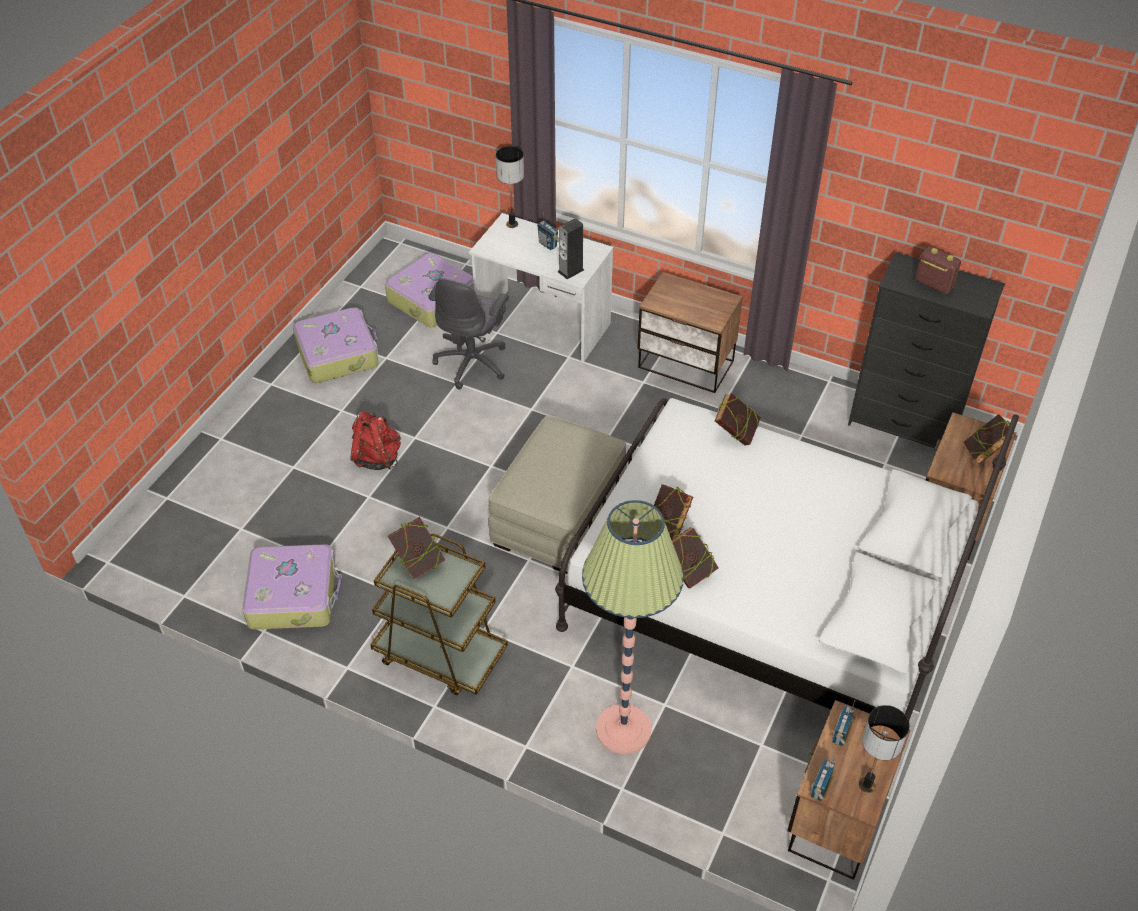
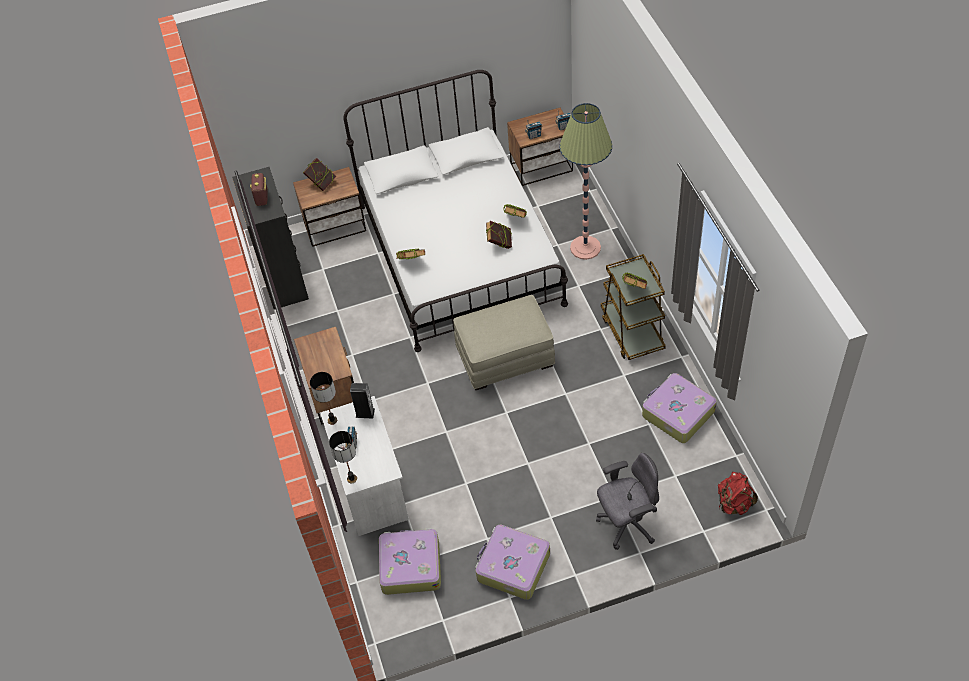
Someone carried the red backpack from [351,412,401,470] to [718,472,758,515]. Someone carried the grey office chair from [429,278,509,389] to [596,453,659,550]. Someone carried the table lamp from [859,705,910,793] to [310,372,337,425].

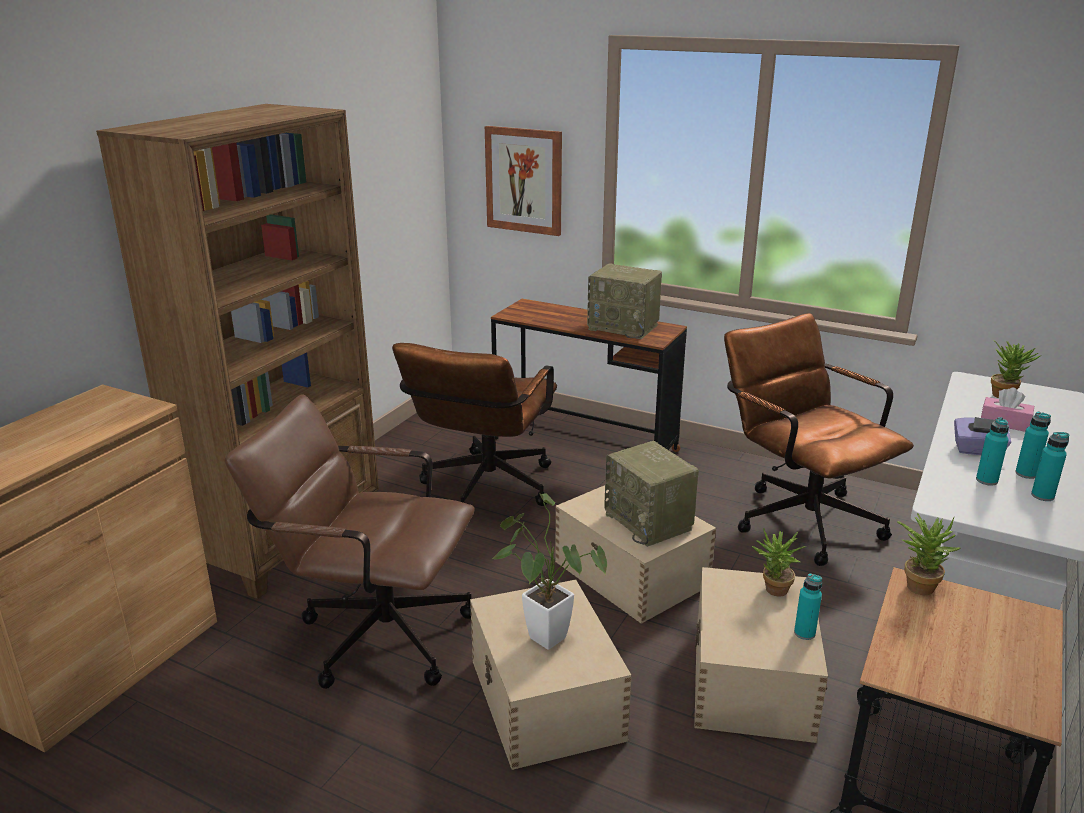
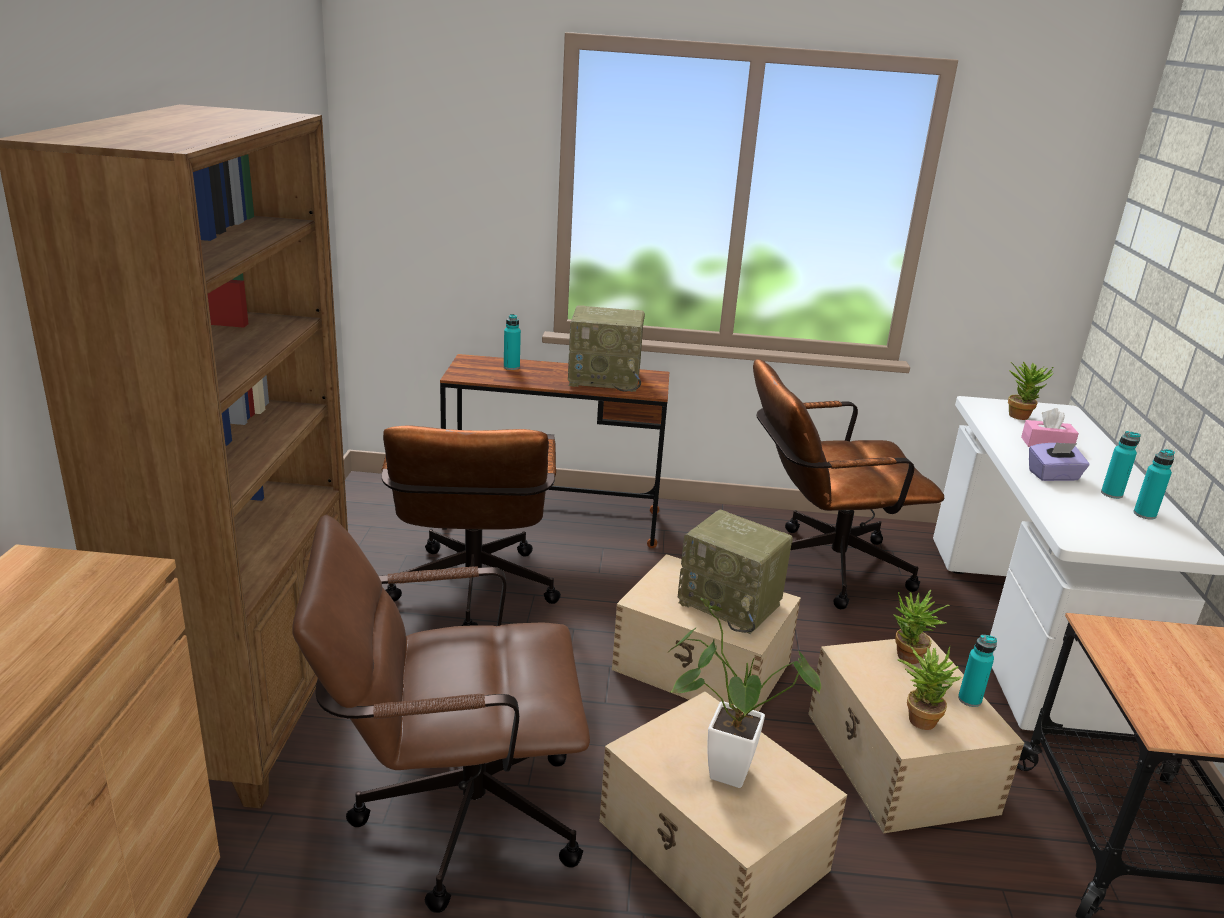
Someone took away the picture at [485,126,562,236]. Someone carried the potted plant from [897,513,960,595] to [897,645,962,730]. Someone carried the turquoise bottle from [976,417,1009,486] to [504,314,521,370]. Someone rotated the brown office chair at [724,313,914,566] by 45 degrees counterclockwise.

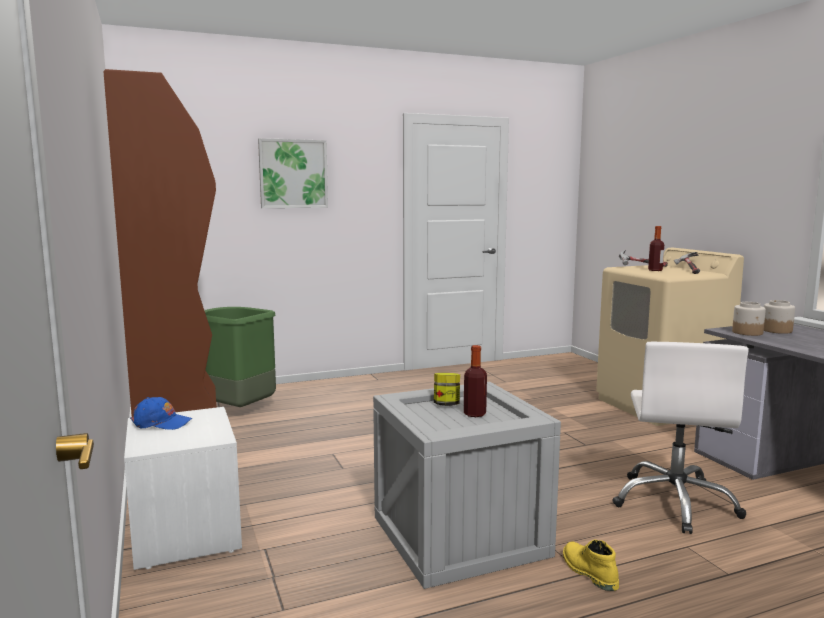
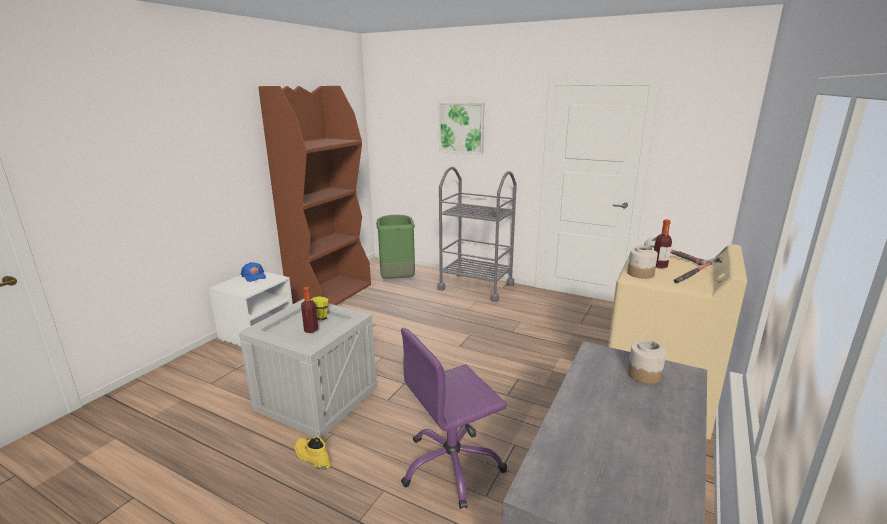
Someone put down the grey cart at [437,167,517,302]. Someone carried the jar from [732,302,766,336] to [627,245,658,279]. Someone repainted the white office chair at [613,342,749,534], which became the purple office chair at [401,328,507,509]. Someone rotated the yellow boot at [563,540,619,591] by 75 degrees counterclockwise.

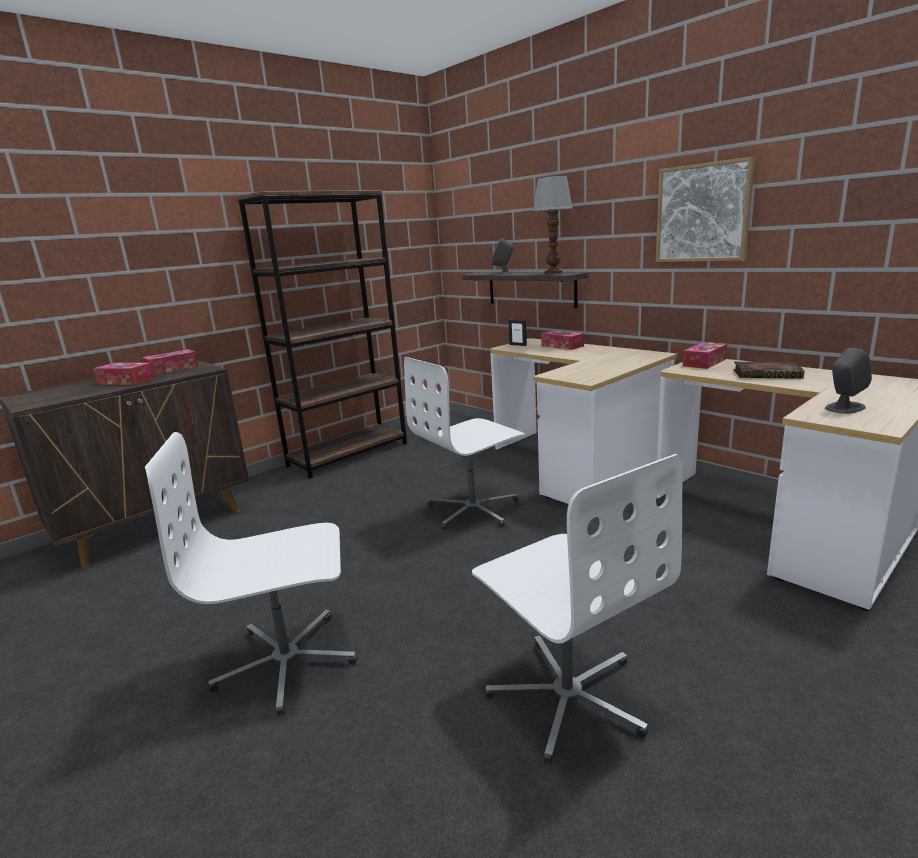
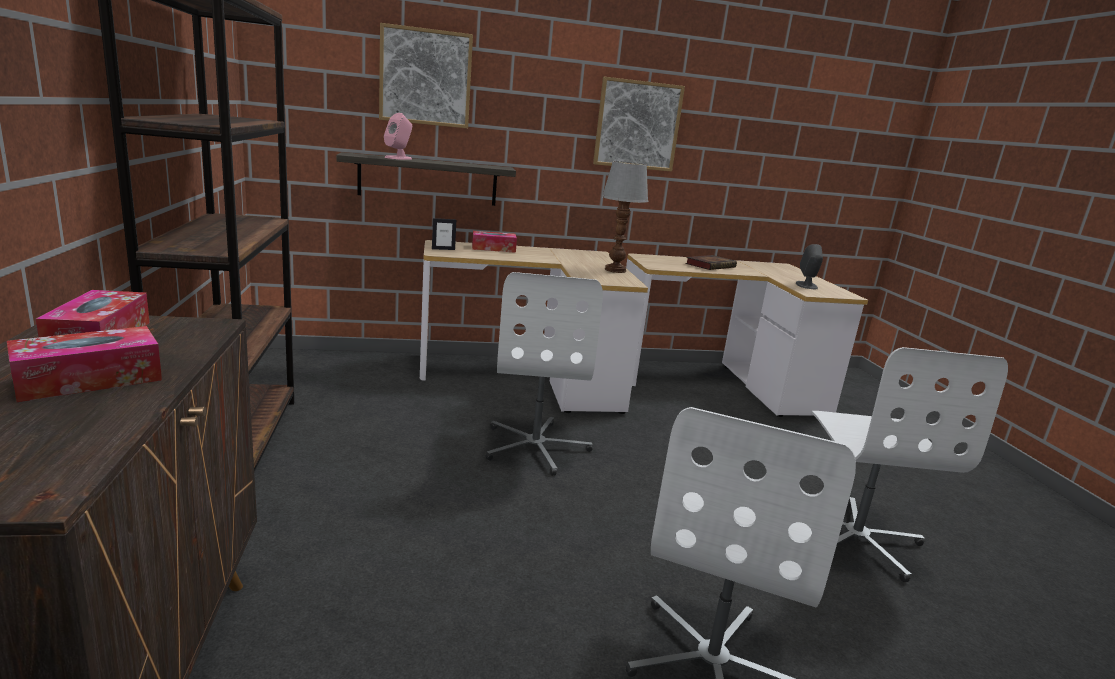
Someone took away the tissue box at [683,342,727,369]. Someone put up the picture at [379,23,473,128]. Someone carried the table lamp from [533,176,573,275] to [602,161,649,273]. Someone repainted the grey speaker at [492,238,514,275], which became the pink speaker at [384,113,412,160]. Someone rotated the white office chair at [472,454,682,763] by 90 degrees clockwise.

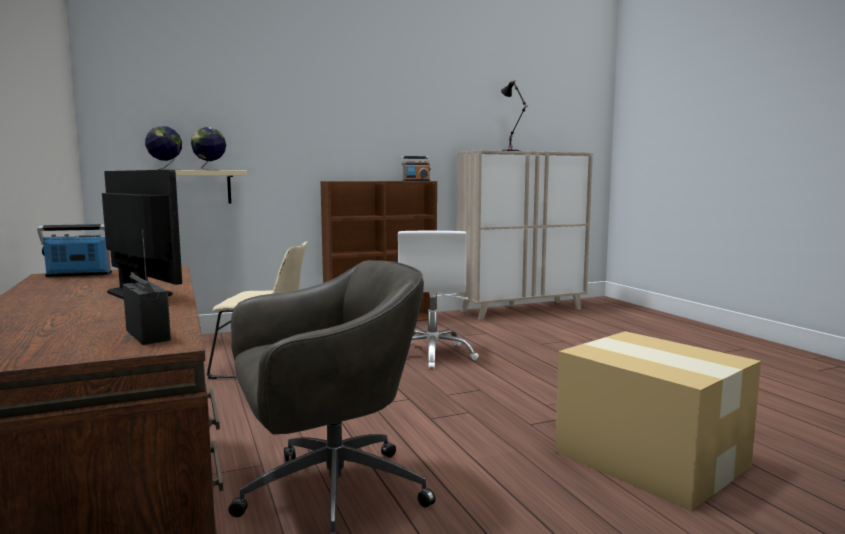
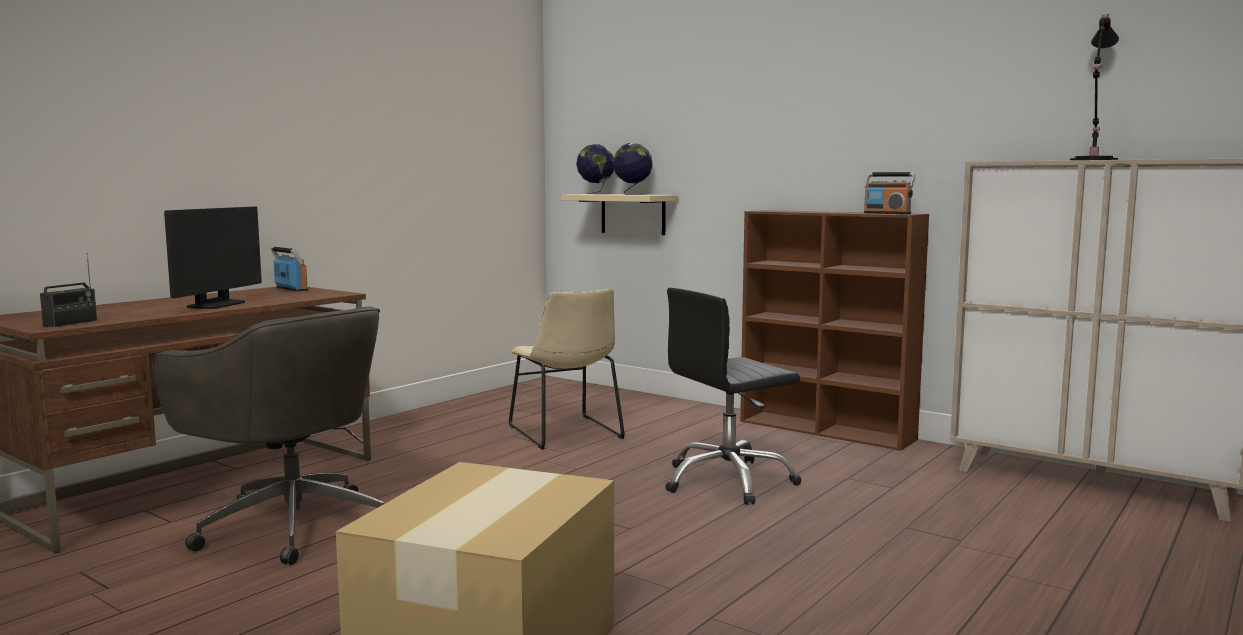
Someone repainted the white office chair at [398,231,479,369], which became the black office chair at [665,288,801,505].

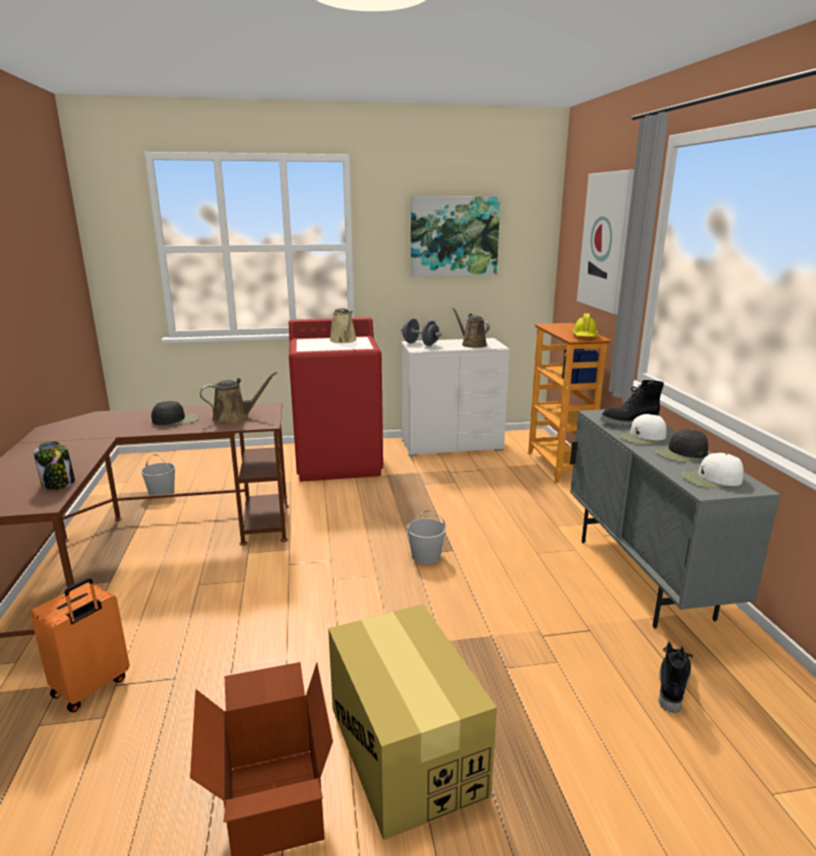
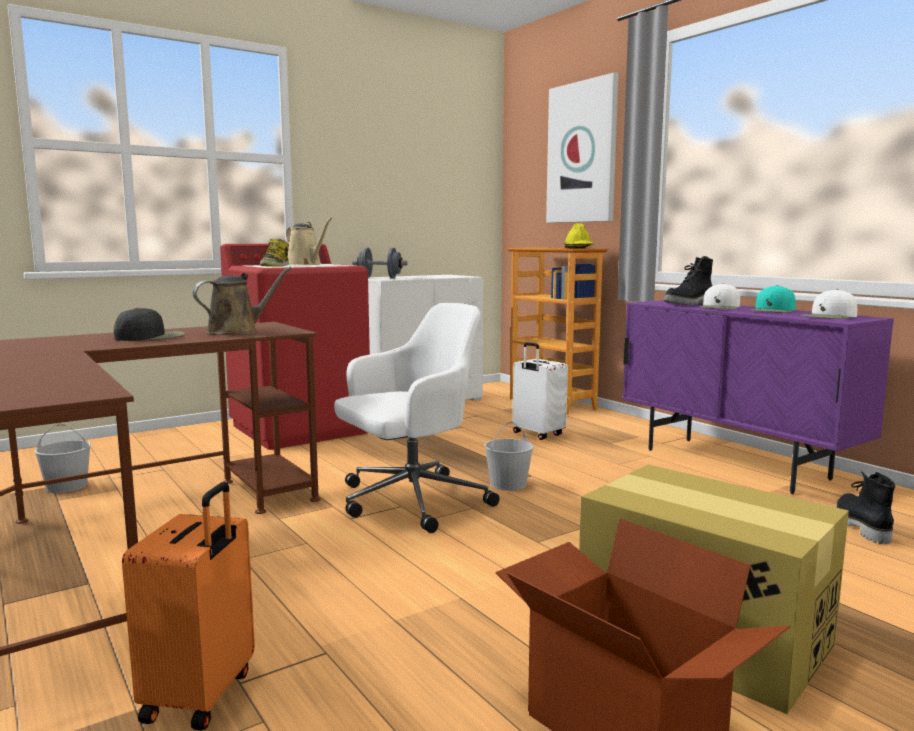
Someone took away the jar at [34,441,75,490]. Someone took away the picture at [411,196,500,277]. Someone took away the brown watering can at [452,308,490,348]. Someone put down the boot at [260,239,289,267]. Someone put down the white office chair at [334,303,500,533]. Someone put down the white suitcase at [513,342,568,440]. Someone repainted the grey cabinet at [570,409,781,629], which became the purple cabinet at [622,300,894,494]. Someone repainted the black cap at [655,429,708,462], which became the turquoise cap at [749,285,796,313].

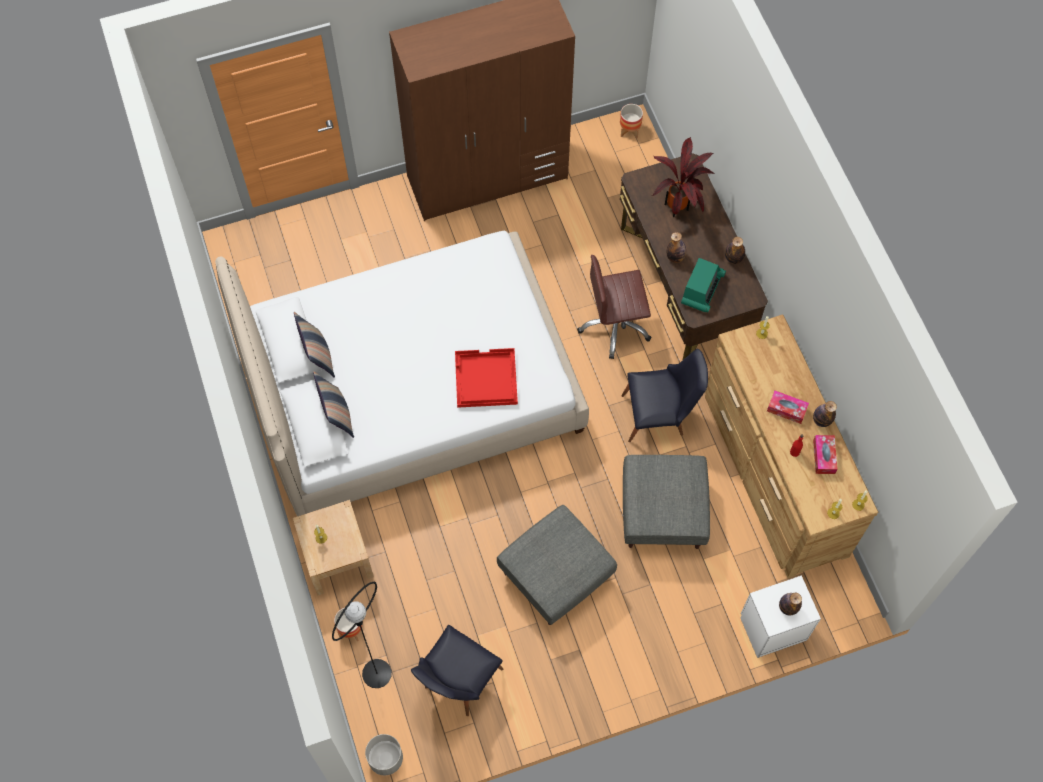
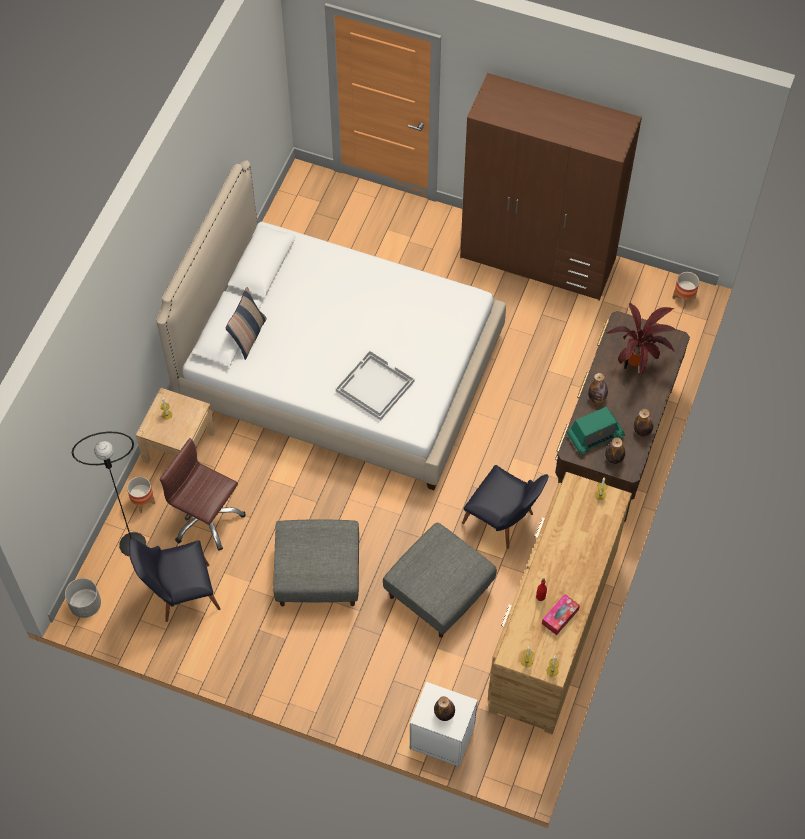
Someone took away the pillow at [294,312,335,378]. Someone took away the tissue box at [767,391,809,424]. Someone carried the brown office chair from [577,255,652,359] to [160,438,246,551]. Someone carried the bottle from [813,401,837,427] to [605,437,625,464]. Someone repainted the red tray at [455,348,518,408], which became the white tray at [336,351,414,420].

